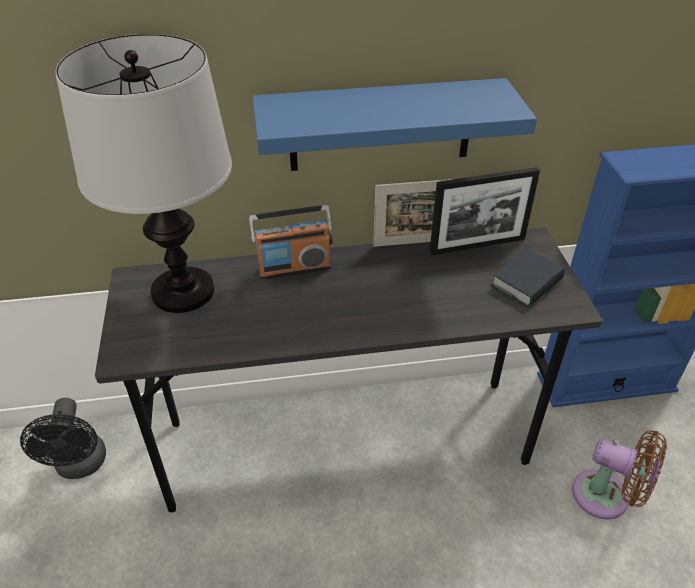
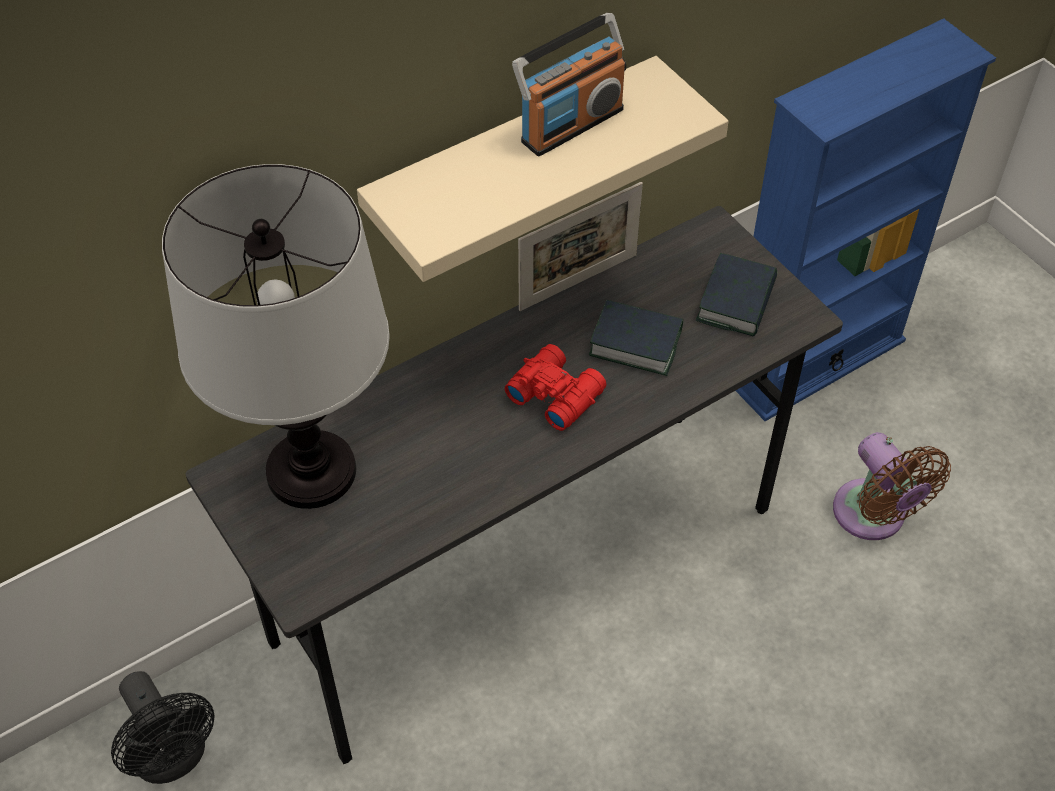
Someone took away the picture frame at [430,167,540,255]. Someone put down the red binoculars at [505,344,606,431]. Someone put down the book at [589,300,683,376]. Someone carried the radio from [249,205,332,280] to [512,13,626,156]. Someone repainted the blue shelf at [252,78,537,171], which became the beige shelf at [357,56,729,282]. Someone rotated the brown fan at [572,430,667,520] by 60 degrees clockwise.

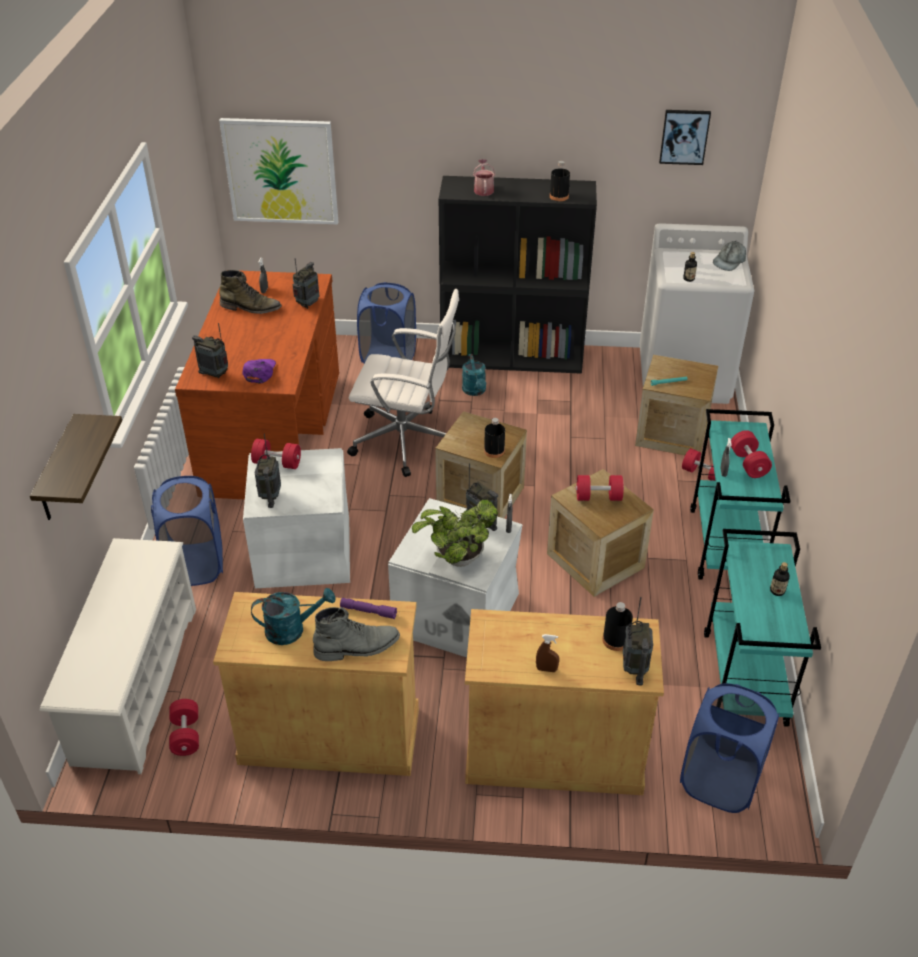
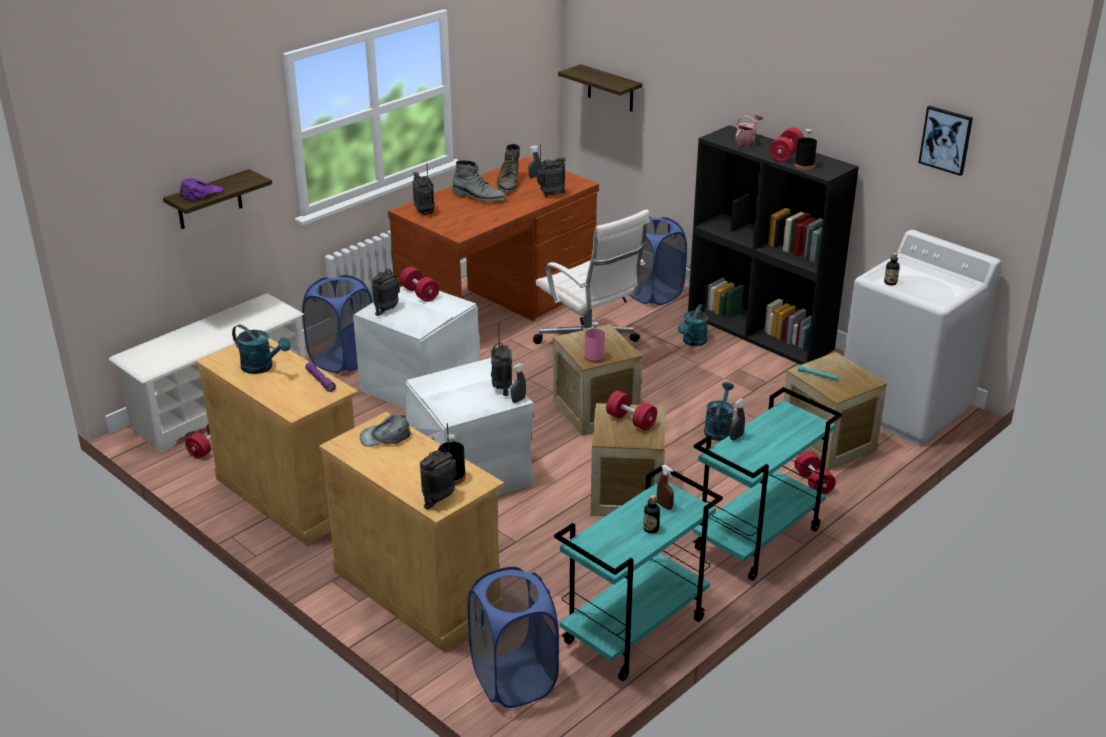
Someone took away the potted plant at [412,499,498,567]. Someone put down the turquoise watering can at [704,382,734,441]. Someone carried the purple cap from [242,359,276,383] to [180,178,224,201]. Someone carried the grey boot from [313,607,400,661] to [452,160,507,202]. Someone carried the brown spray bottle from [536,634,559,672] to [657,465,674,510]. Someone carried the grey cap from [713,241,746,271] to [360,414,411,447]. Someone carried the red dumbbell from [731,430,772,478] to [769,127,804,162]. Someone swapped the picture at [219,118,338,225] for the shelf at [558,64,642,112]. Someone repainted the black bottle at [484,418,505,458], which became the pink bottle at [584,321,605,363]. Someone rotated the green boot at [219,270,282,314] by 45 degrees clockwise.

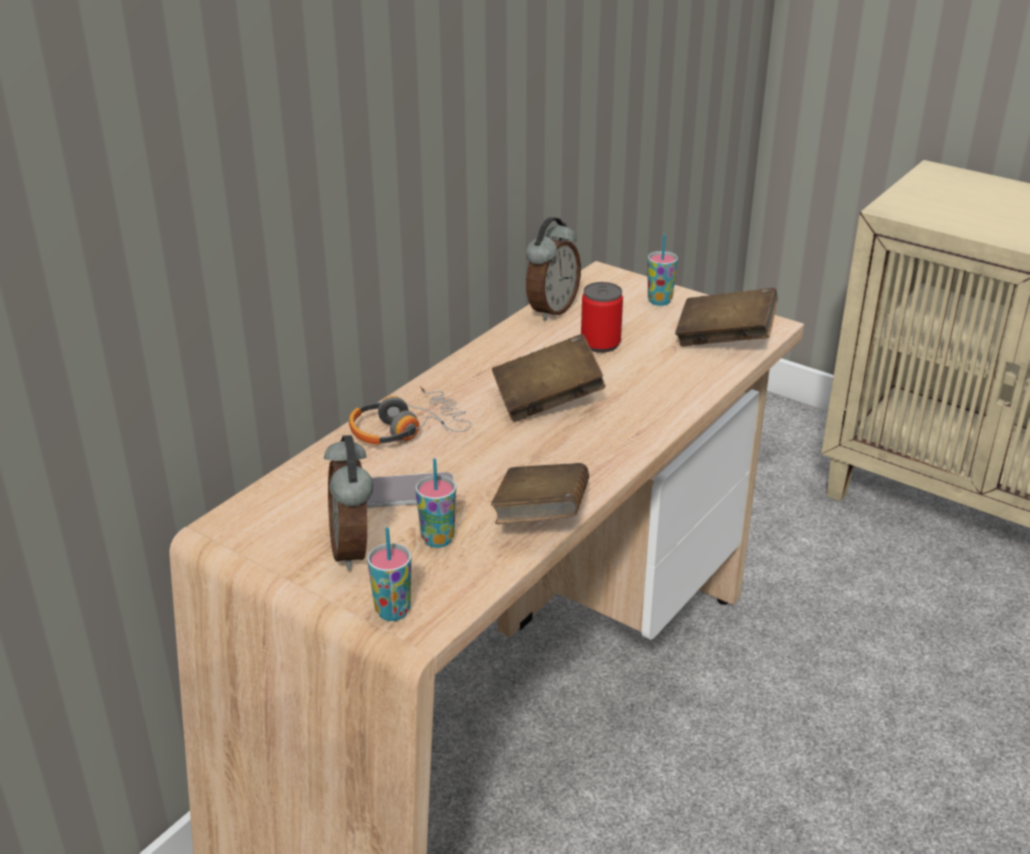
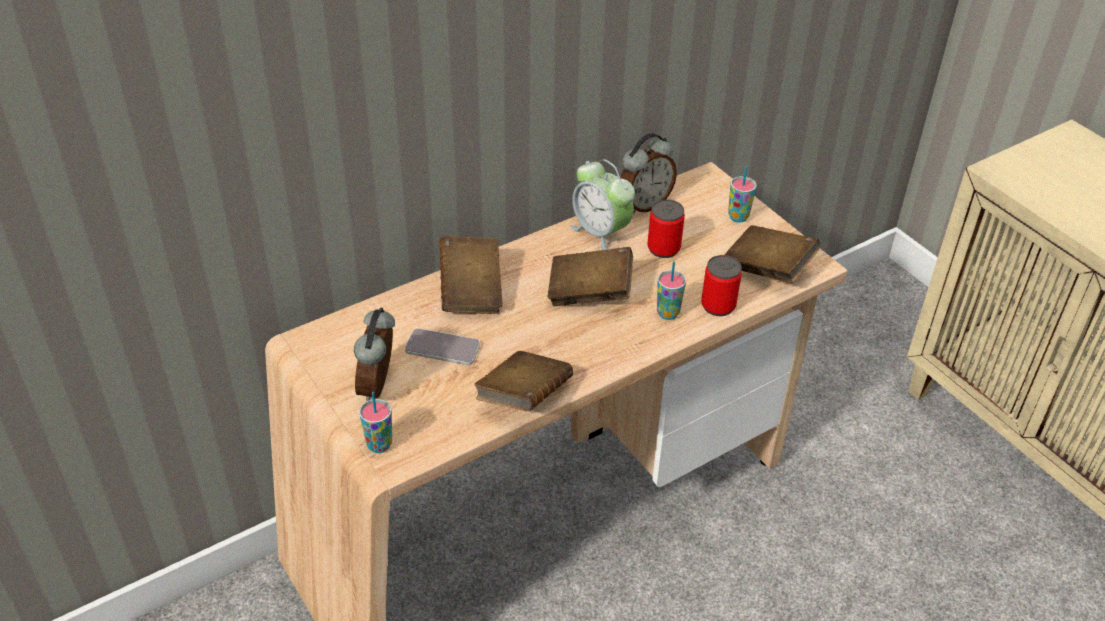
Someone put down the alarm clock at [570,159,635,250]. Someone put down the can at [701,255,742,316]. Someone carried the cup from [415,459,456,548] to [657,261,686,320]. Someone swapped the headphones at [349,386,471,445] for the brown book at [439,236,503,314].

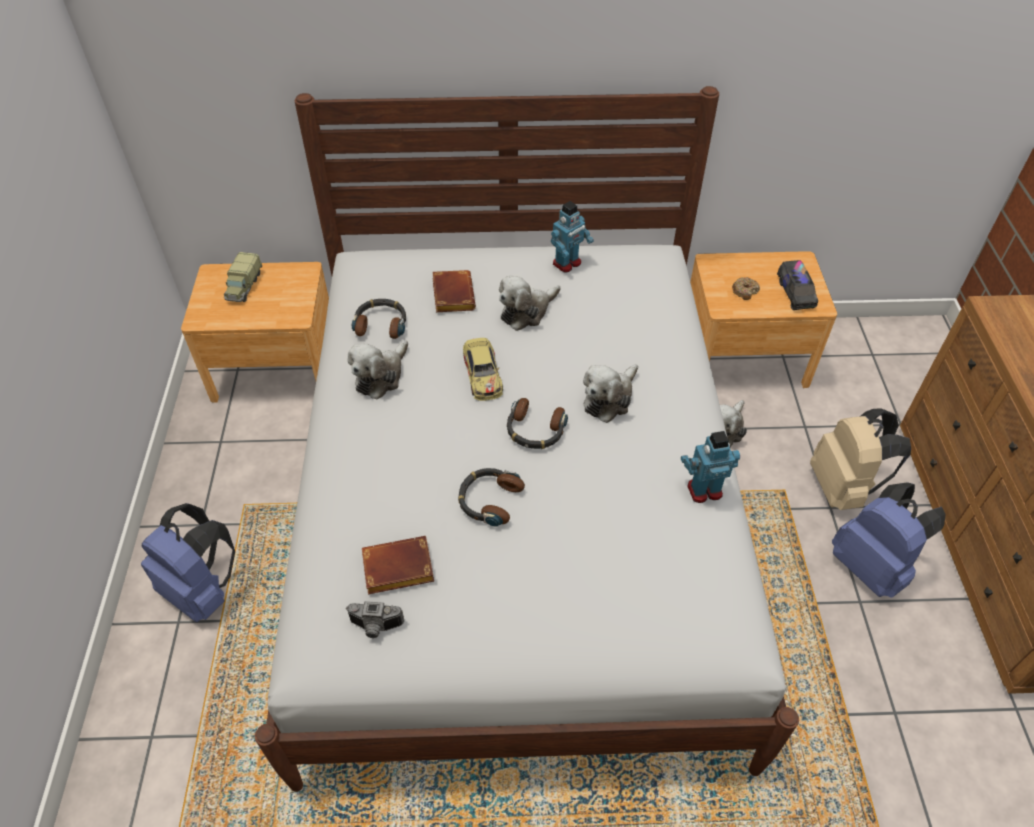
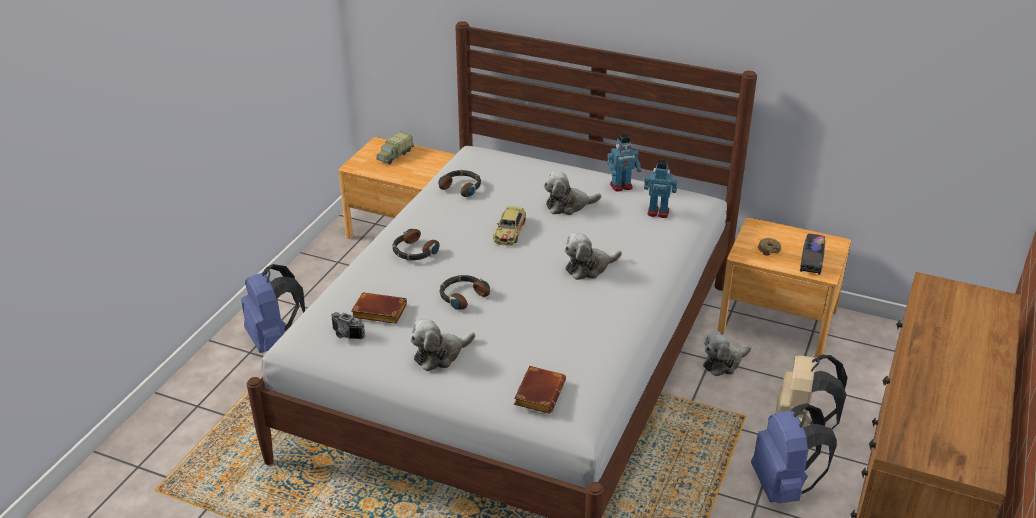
Someone carried the plush toy from [348,340,408,400] to [410,319,475,371]. Someone carried the brown book from [432,270,476,312] to [514,366,566,414]. Someone carried the headphones from [507,398,568,449] to [392,229,440,261]. Someone carried the toy robot from [681,431,740,503] to [644,159,678,218].

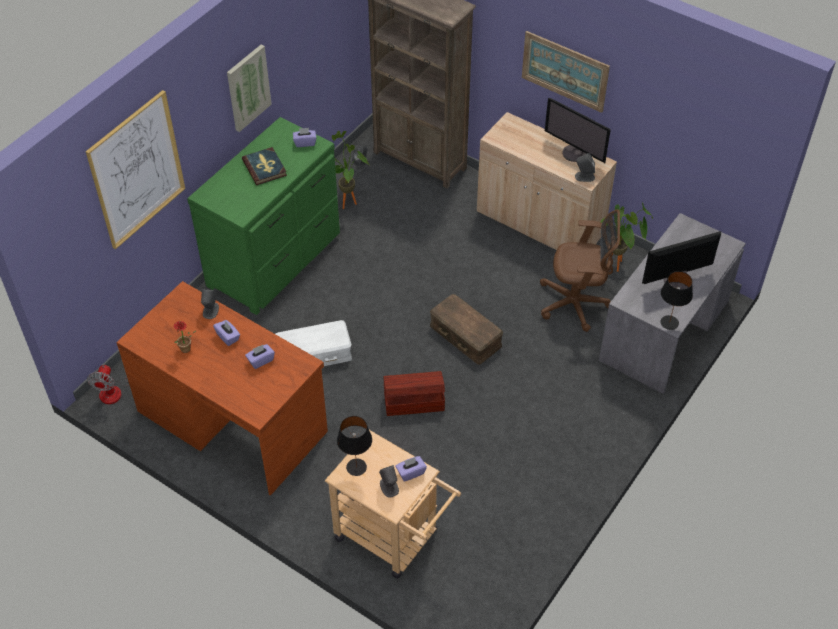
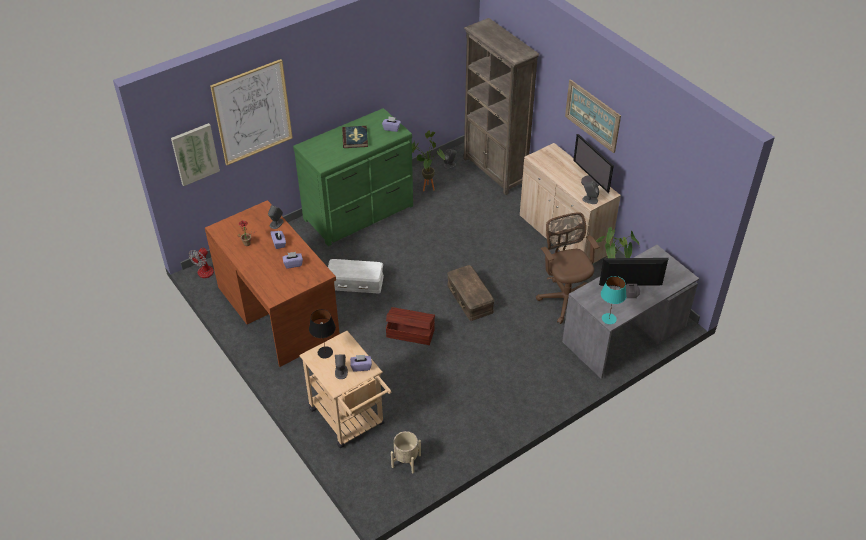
Someone put down the beige planter at [391,431,421,473]. Someone carried the picture from [227,45,272,132] to [171,123,220,186]. Someone repainted the black table lamp at [660,271,693,330], which became the turquoise table lamp at [601,276,627,324]. Someone rotated the brown office chair at [540,210,620,332] by 135 degrees counterclockwise.

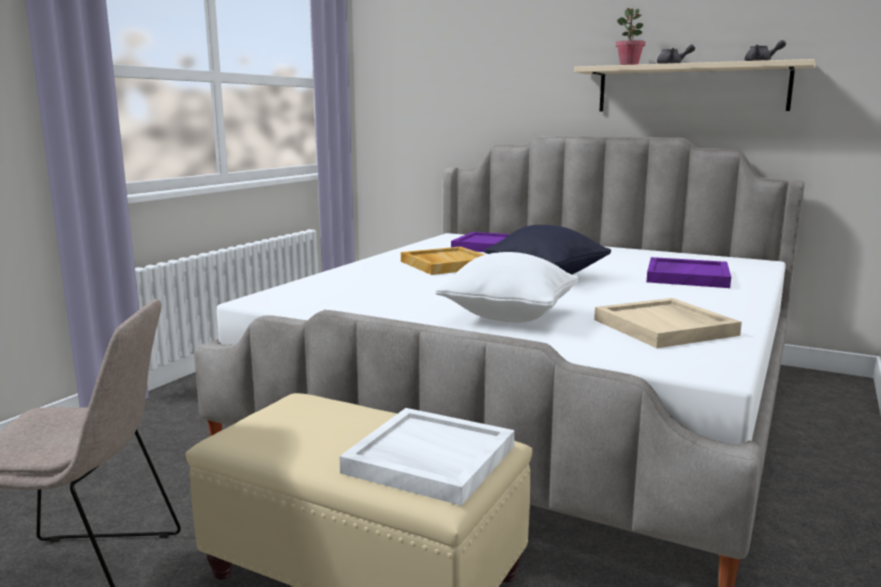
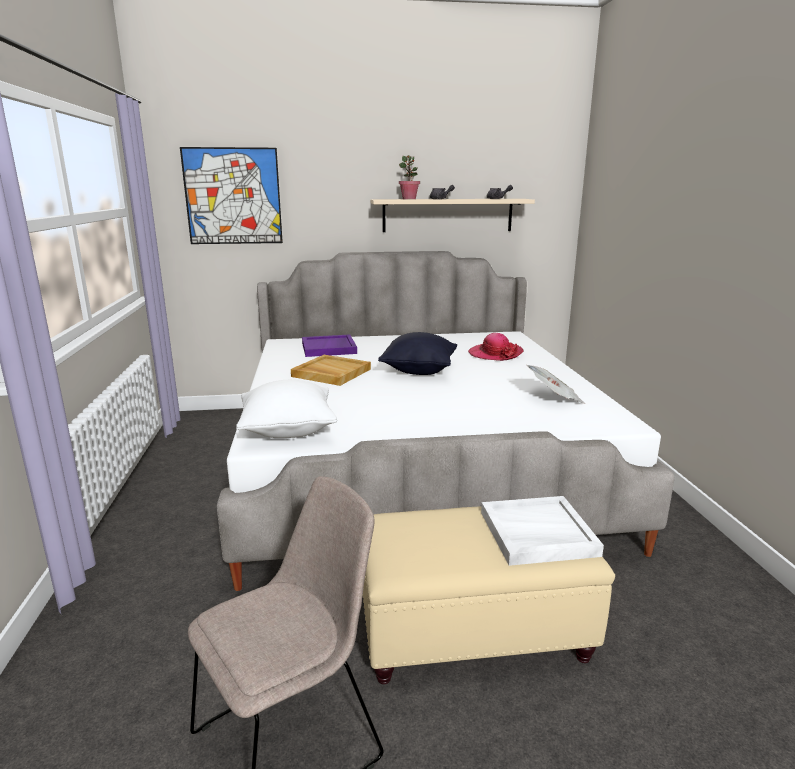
Someone put up the picture at [180,147,283,244]. Someone carried the white pillow from [435,252,579,323] to [236,380,337,438]. Someone swapped the beige tray at [594,298,742,348] for the newspaper at [527,365,586,404]. Someone swapped the purple tray at [647,257,731,288] for the hat at [468,333,523,361].

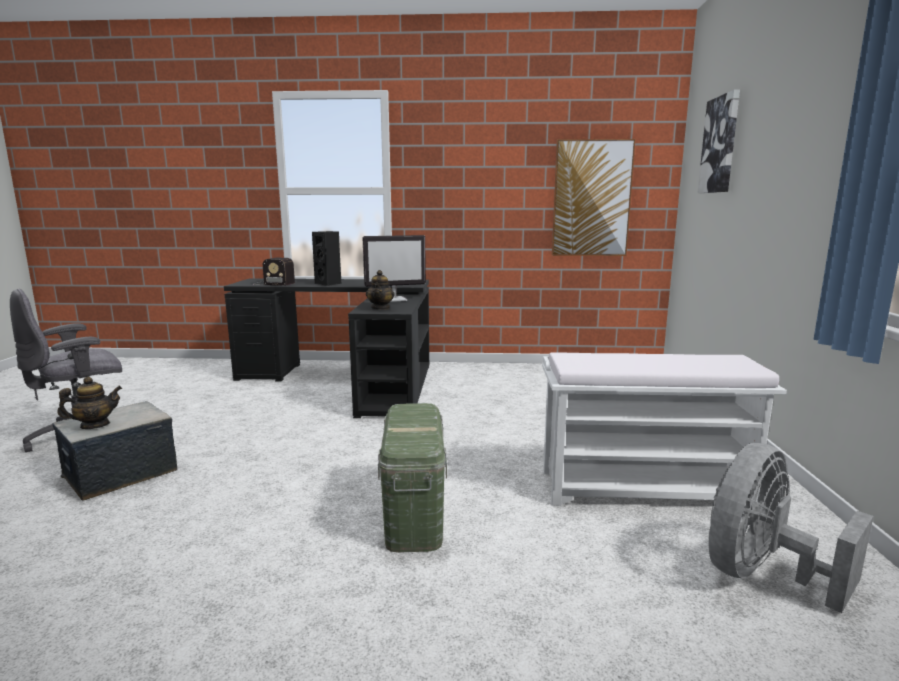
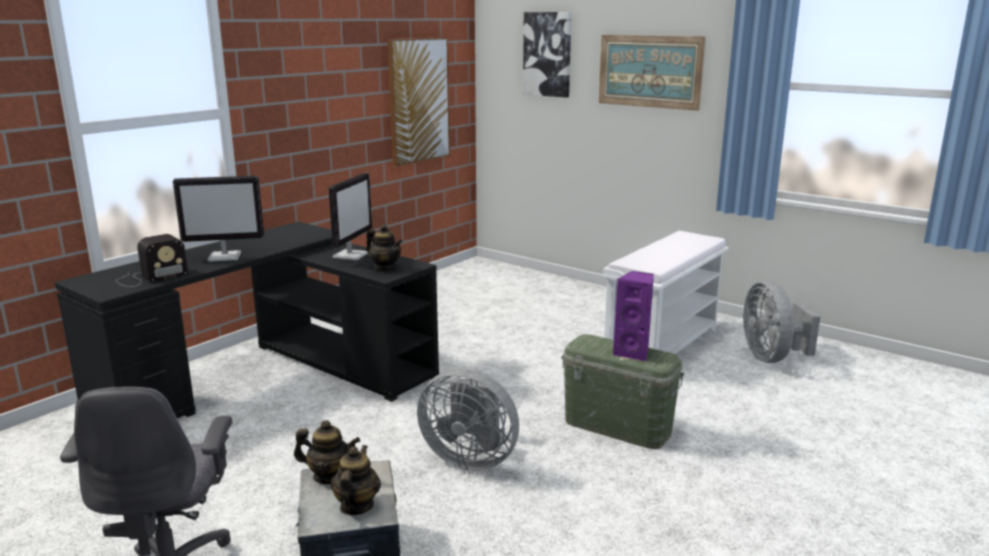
Someone put down the teapot at [294,420,360,484]. Someone put down the grey fan at [417,368,519,471]. Someone put up the picture at [599,35,706,111]. Someone put down the purple speaker at [613,271,654,361]. Someone swapped the black speaker at [312,231,341,286] for the monitor at [173,176,264,262].

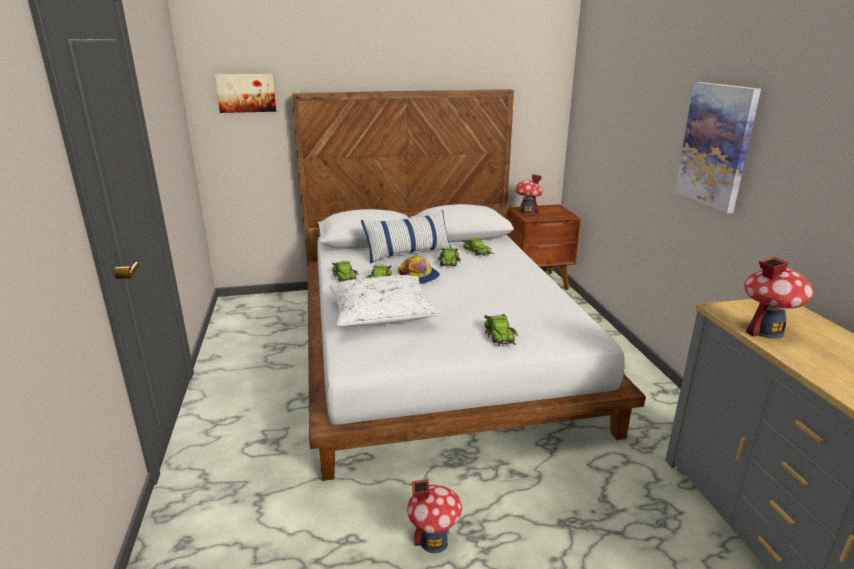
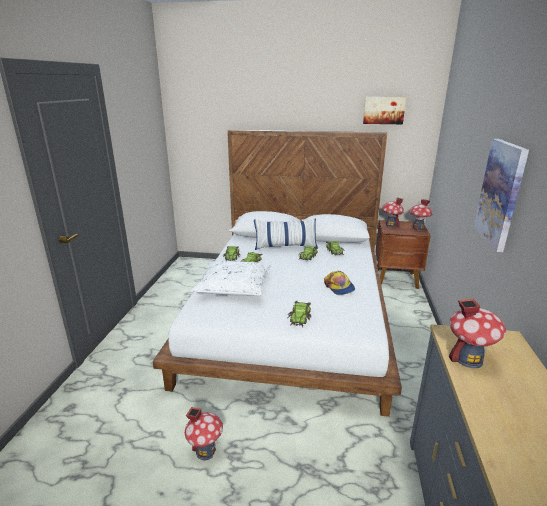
Someone put down the toy house at [410,199,433,231]. Someone carried the picture from [215,74,276,113] to [363,97,406,124]. Someone carried the cap from [398,256,440,283] to [324,271,355,295].

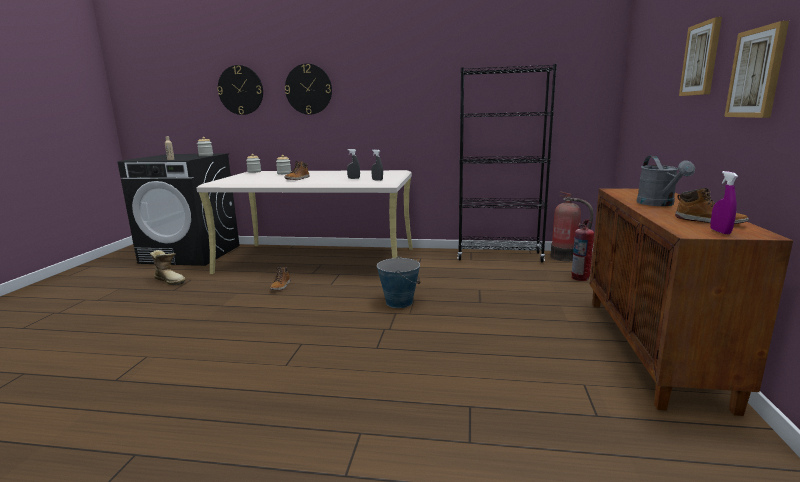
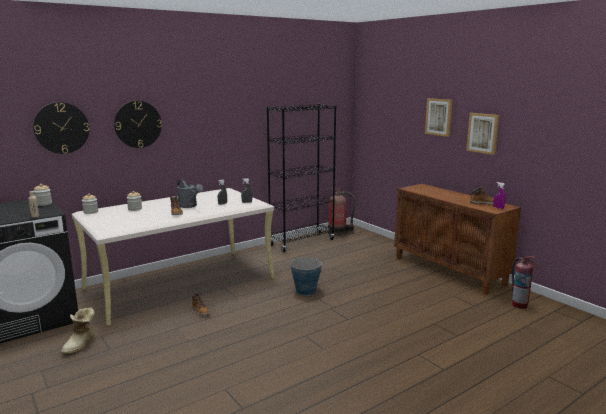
Someone carried the fire extinguisher from [571,219,594,281] to [511,256,538,309]. Someone carried the grey watering can from [637,156,695,206] to [177,179,203,208]. Someone rotated the boot at [150,250,186,285] by 120 degrees clockwise.

